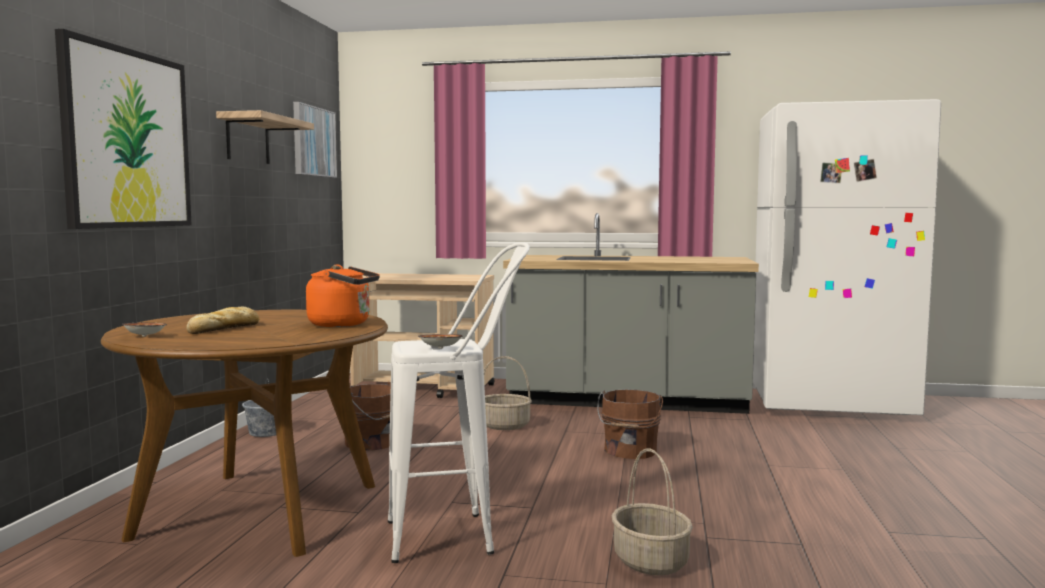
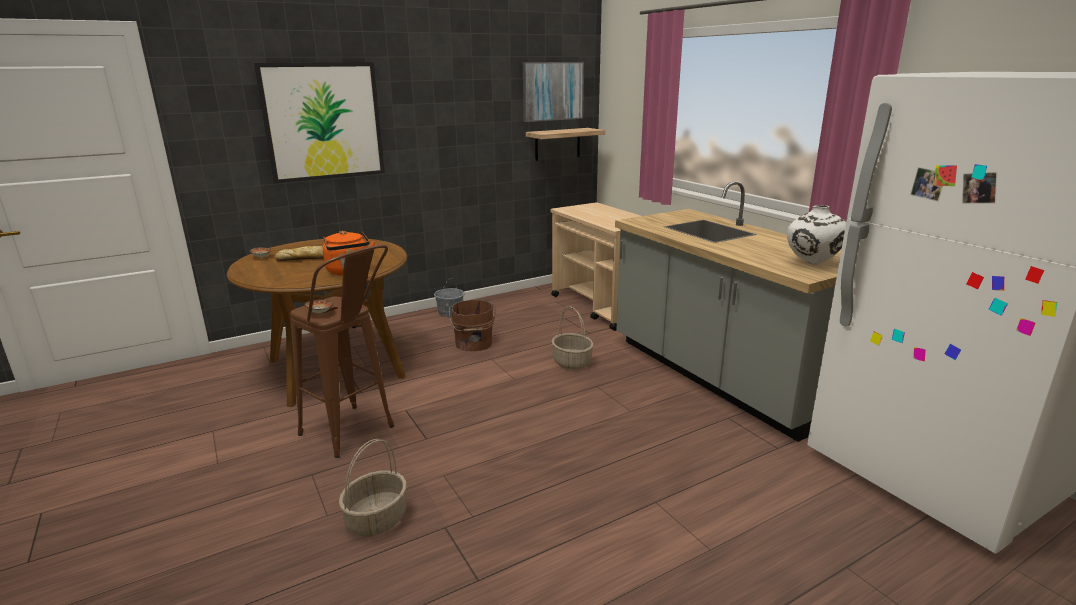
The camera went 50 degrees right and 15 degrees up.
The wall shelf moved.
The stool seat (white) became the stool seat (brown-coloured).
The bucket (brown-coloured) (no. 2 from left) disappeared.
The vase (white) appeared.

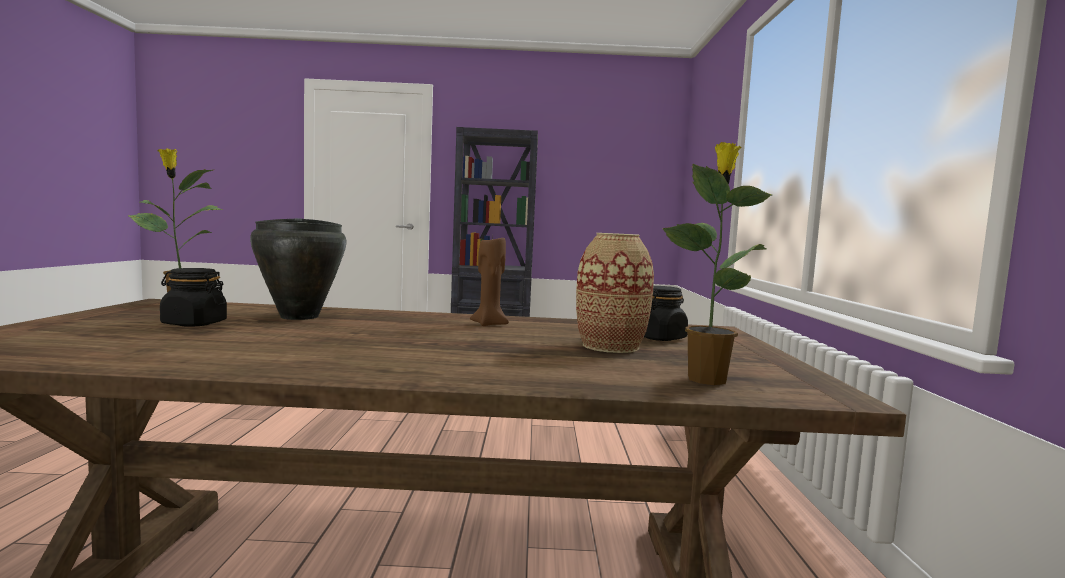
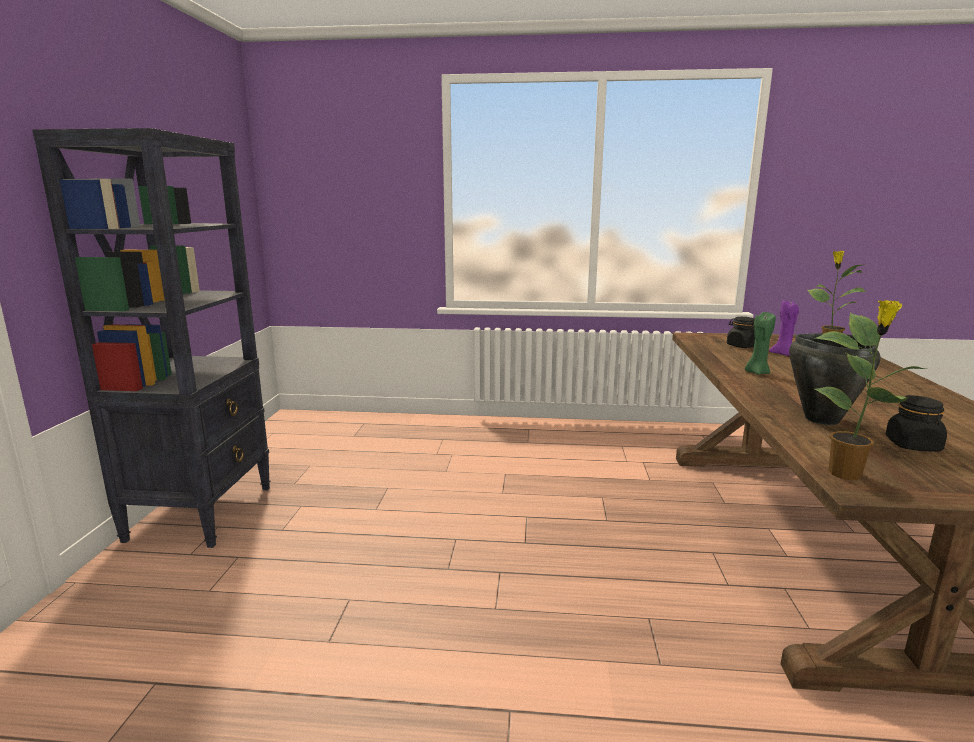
The camera went 85 degrees left and 10 degrees up.
The wax candle (brown-coloured) became the wax candle (green).
The vase was replaced by the wax candle (purple-coloured).

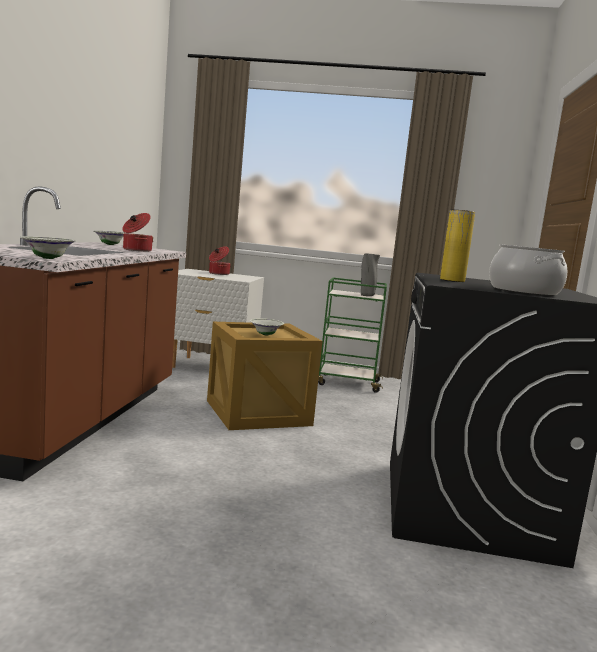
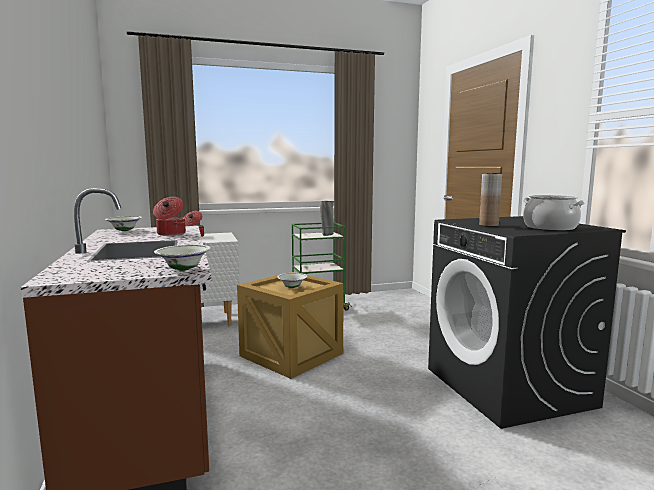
The camera went 25 degrees left and 0 degrees up.
The vase (yellow-coloured) became the vase (brown-coloured).

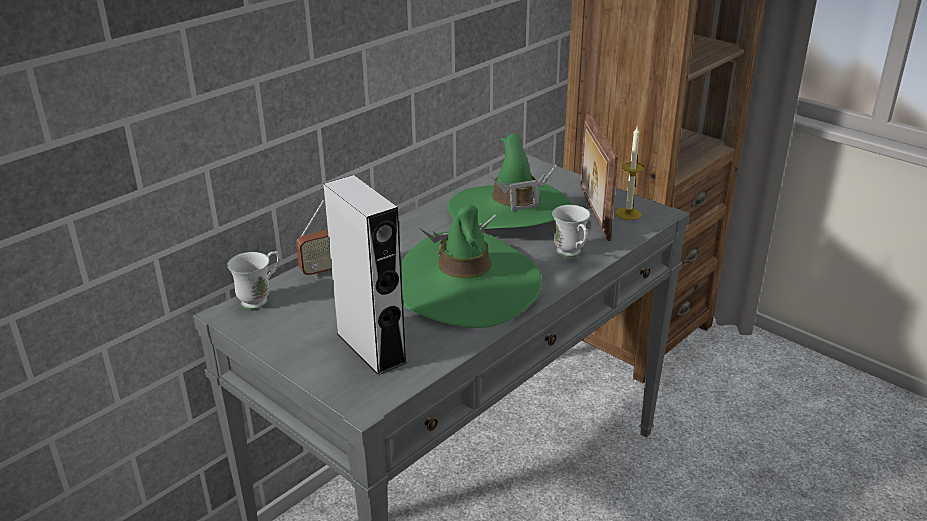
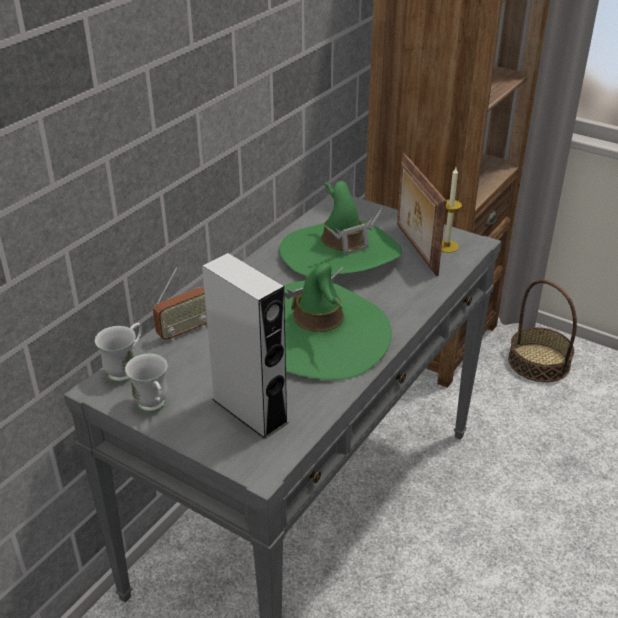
The camera went 10 degrees left and 5 degrees up.
The coffee mug (white) (no. 2 from left) moved.
The storage basket appeared.

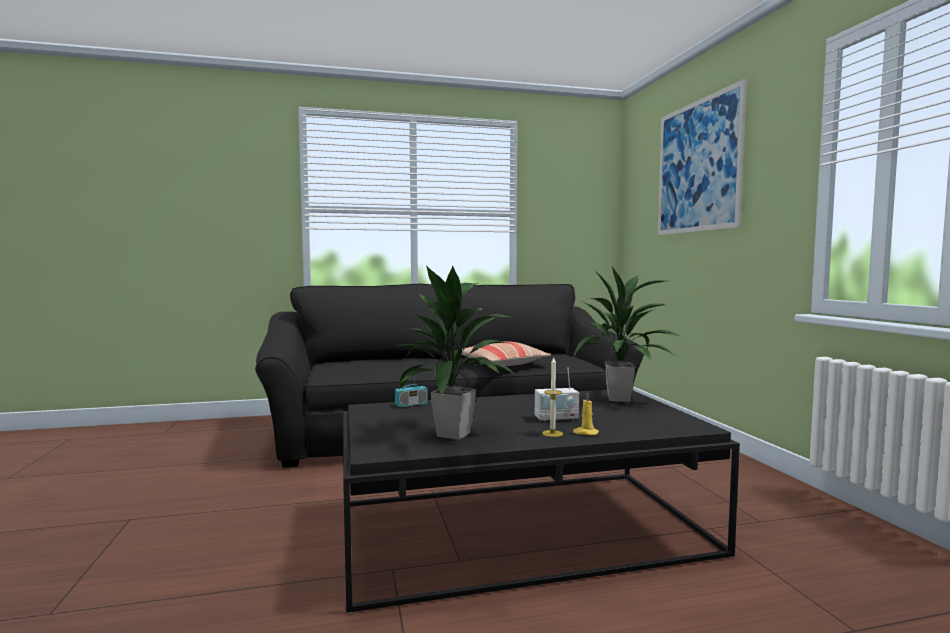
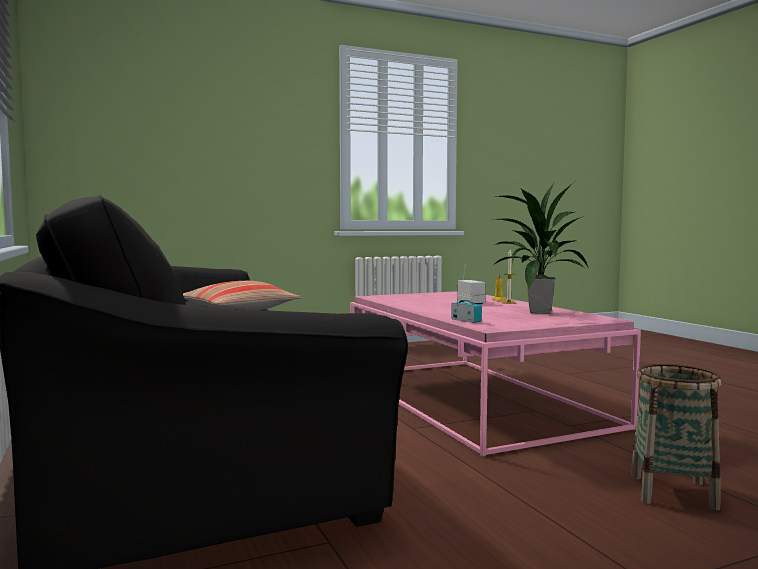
The camera went 100 degrees left and 0 degrees up.
The coffee table (black-coloured) became the coffee table (pink-coloured).
The plant in a pot (no. 2 from left) disappeared.
The wall picture disappeared.
The storage basket appeared.

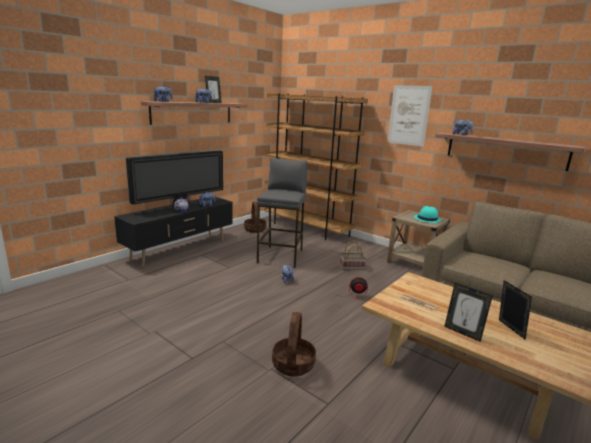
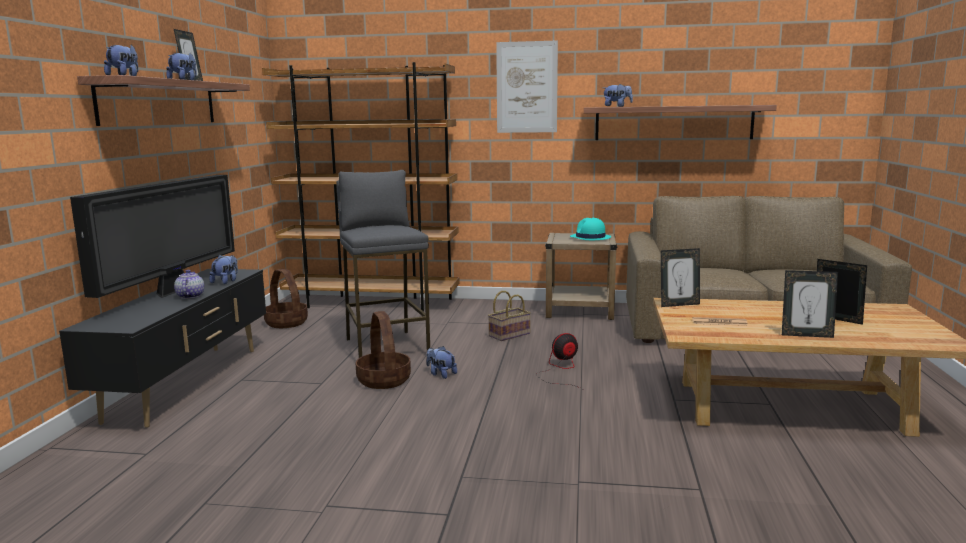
The camera went 30 degrees left and 5 degrees down.
The storage basket (no. 2 from left) moved.
The picture frame (no. 2 from left) appeared.

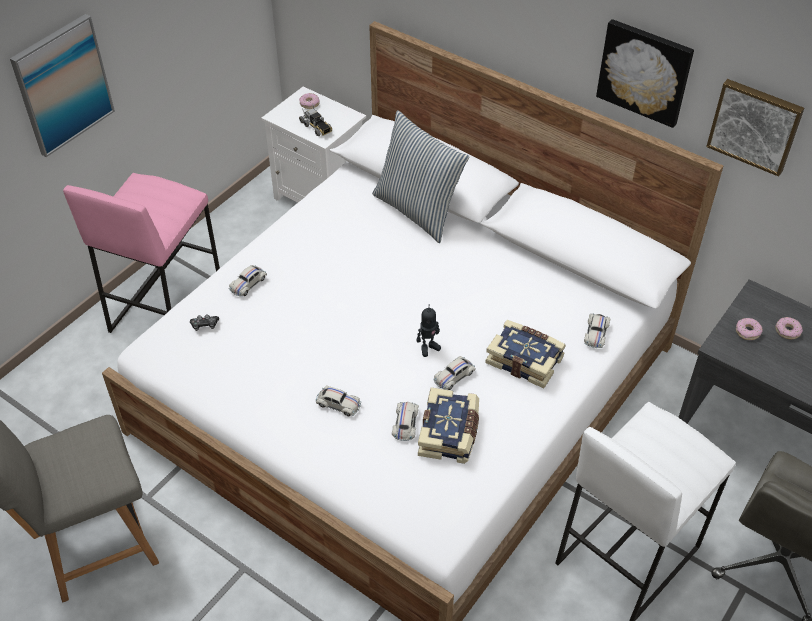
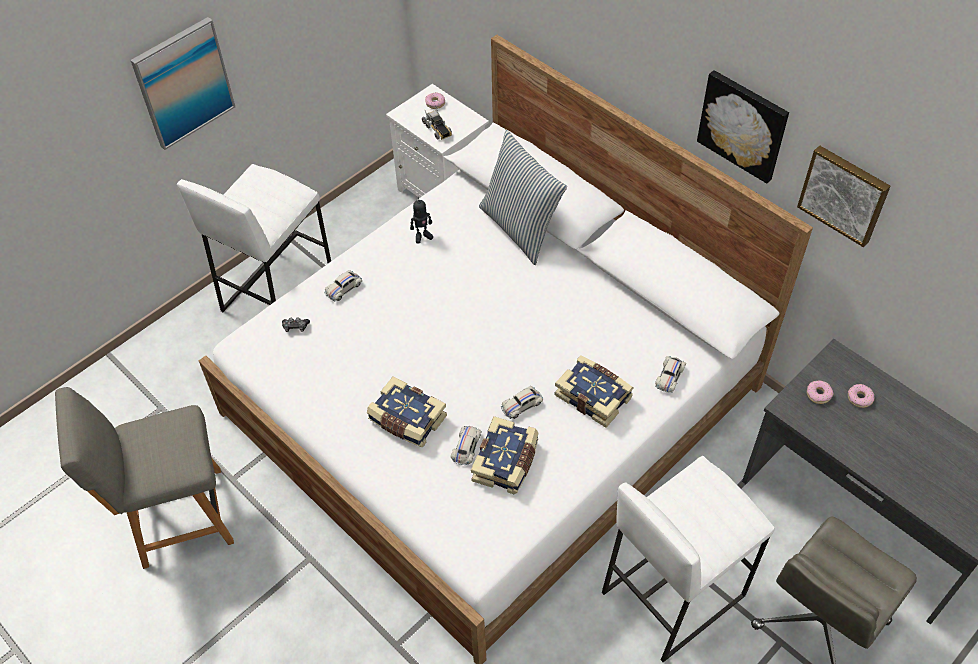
The camera went 10 degrees right and 5 degrees up.
The stool seat (pink-coloured) became the stool seat (white) (no. 1 from left).
The model car (white) (no. 2 from left) was replaced by the volume (no. 1 from left).
The robot figure moved.

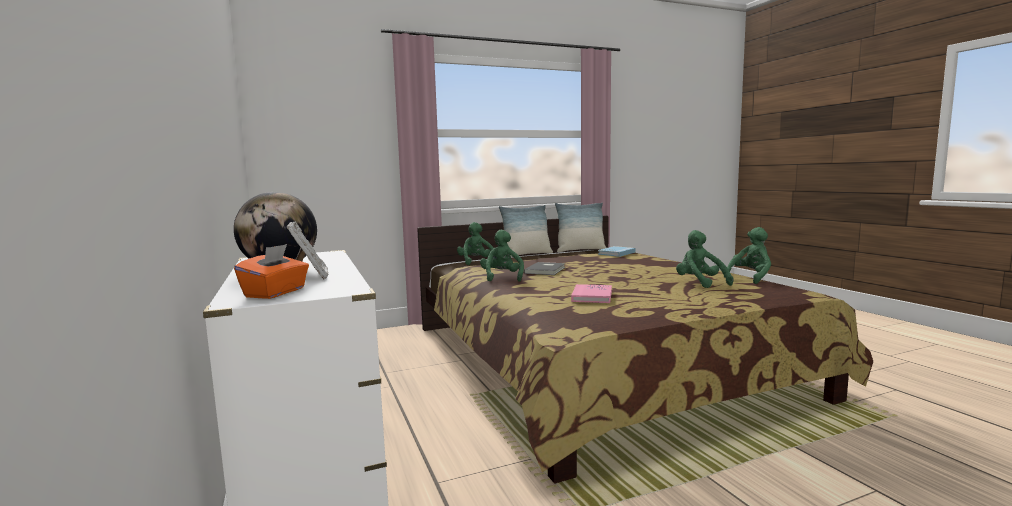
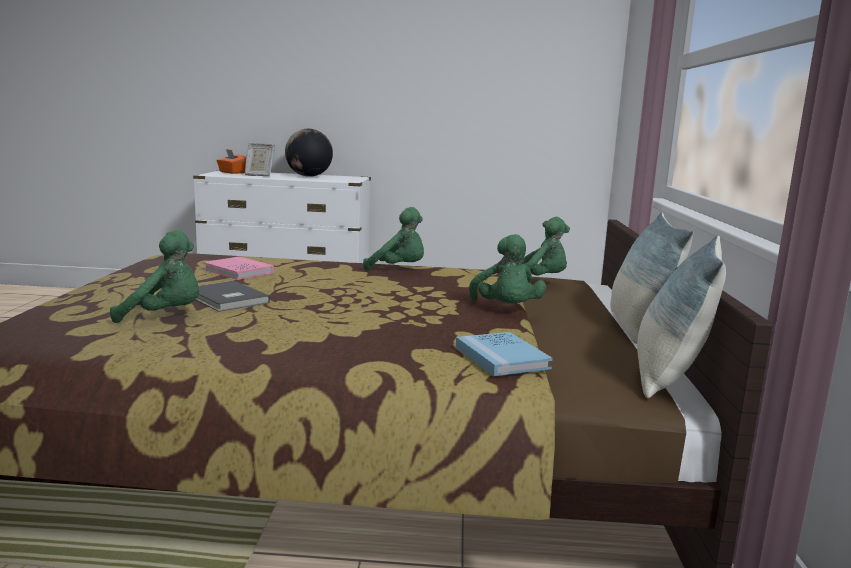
The camera went 115 degrees right and 5 degrees up.
The volume (gray) moved.
The plush toy (green) (no. 4 from left in the first image) moved.

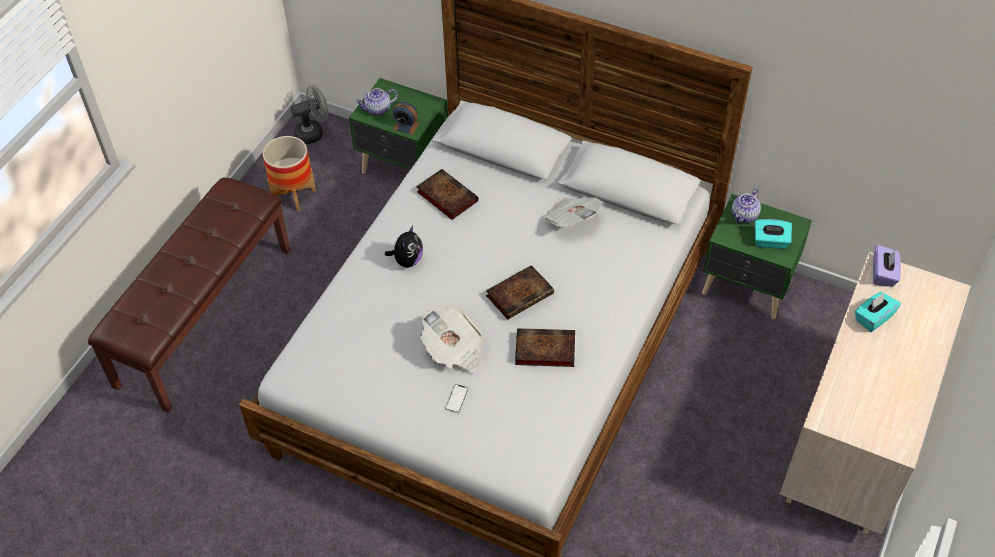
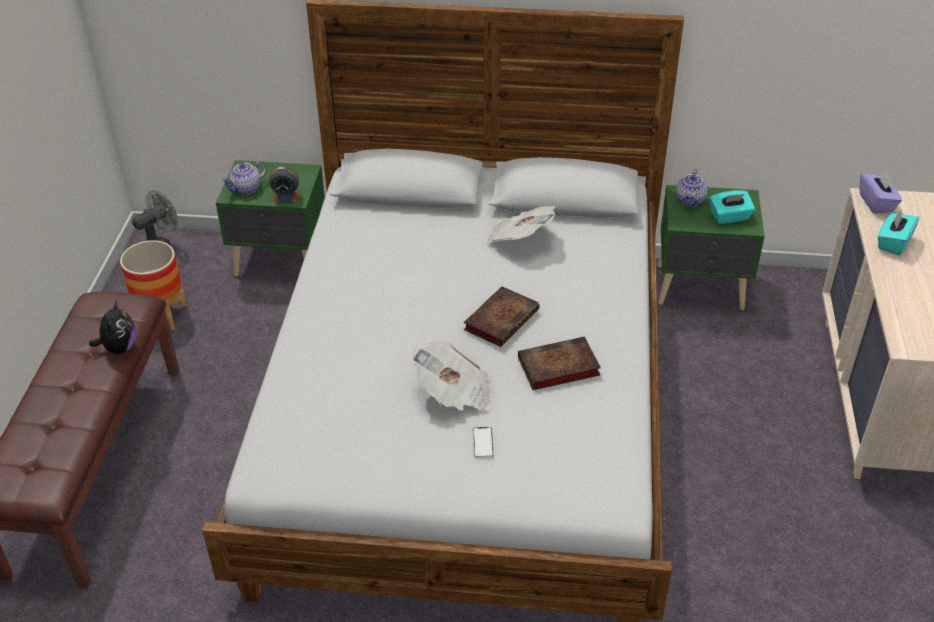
The camera went 20 degrees left and 10 degrees down.
The plush toy moved.
The volume (no. 1 from left) disappeared.

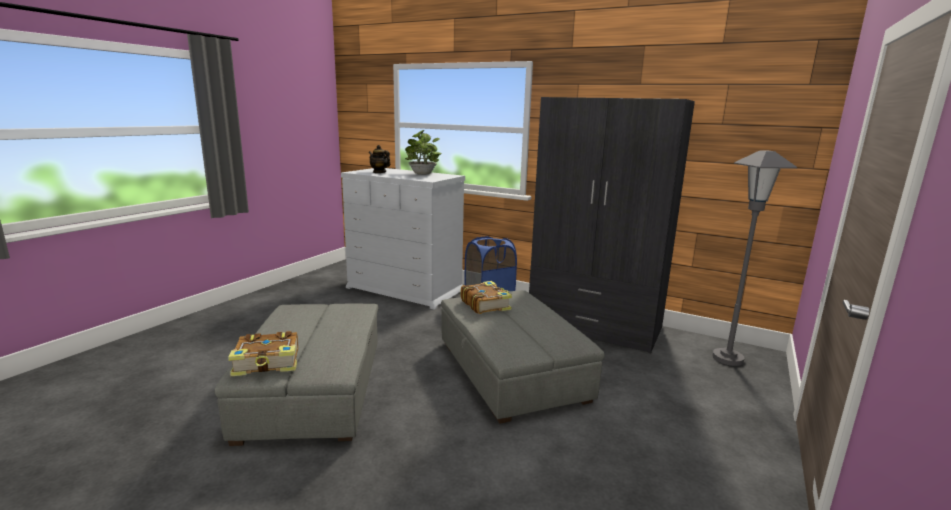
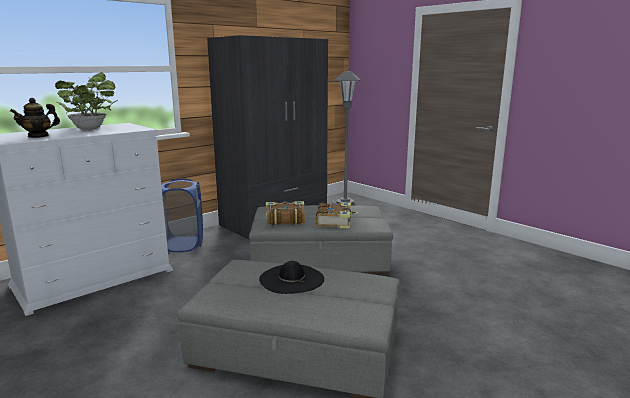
The camera went 70 degrees left and 0 degrees up.
The volume (no. 1 from left in the first image) moved.
The wearable hat (black-coloured) appeared.

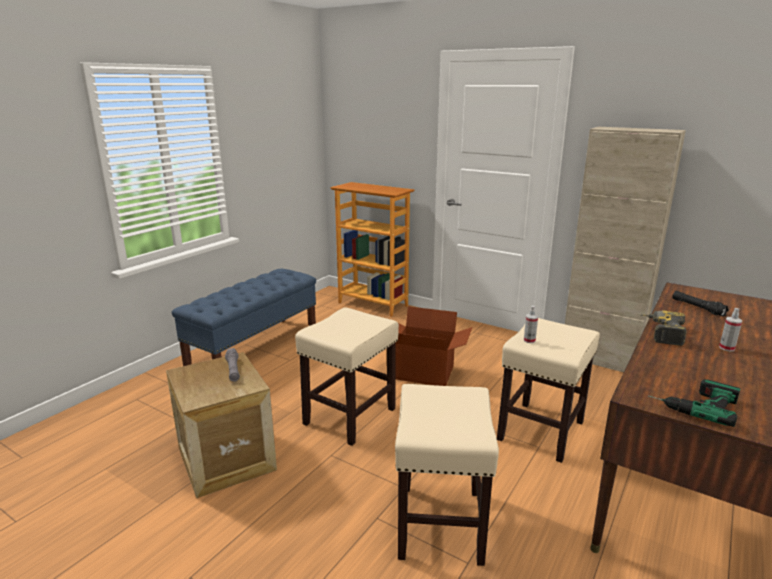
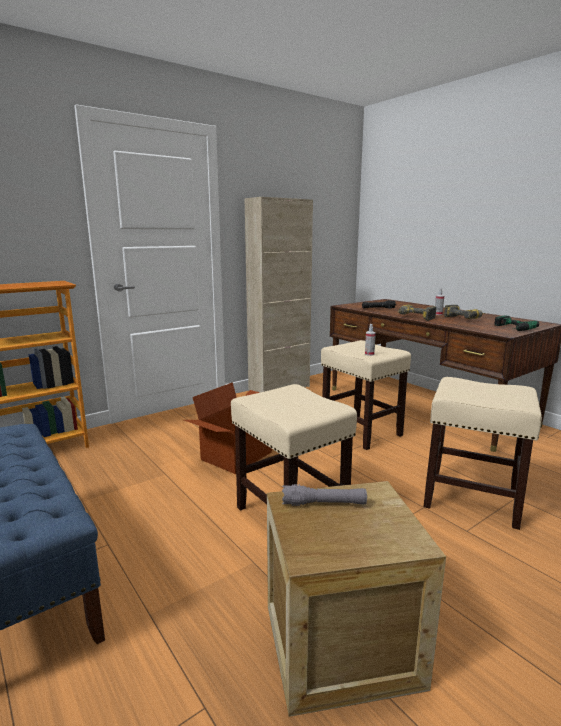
The camera went 70 degrees left and 5 degrees down.
The electric drill (no. 2 from left) appeared.

